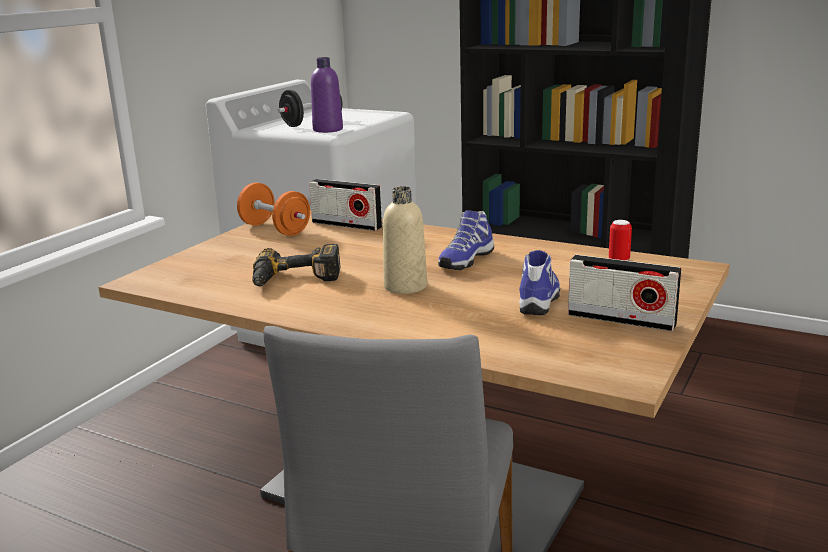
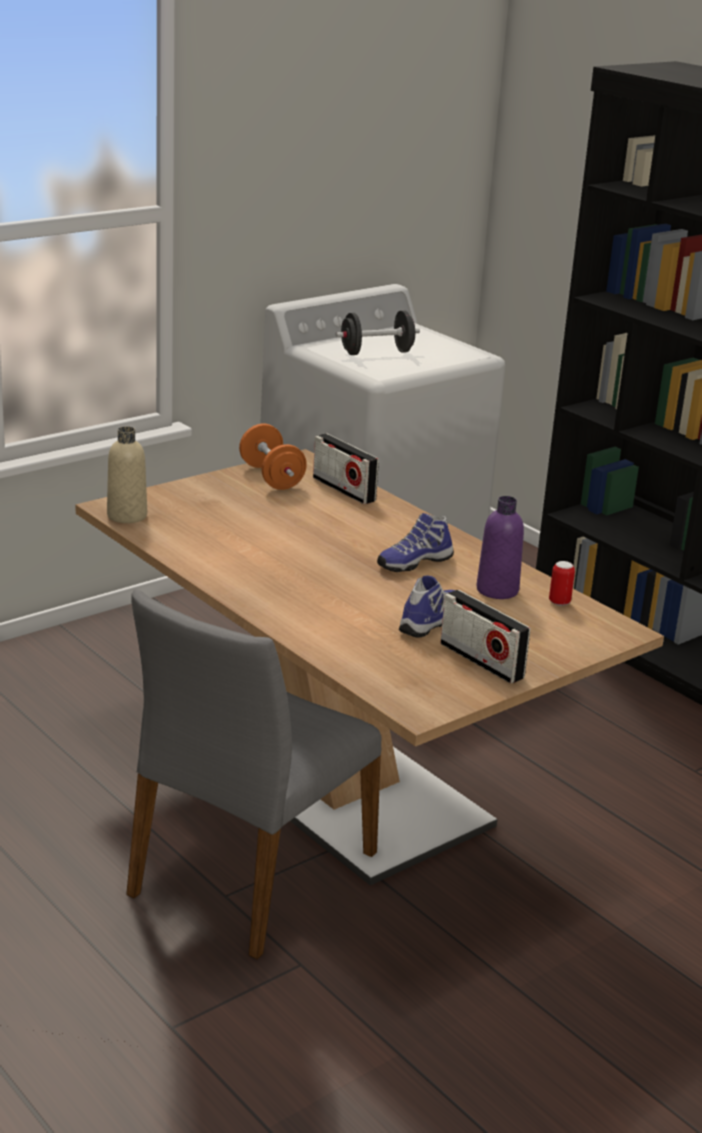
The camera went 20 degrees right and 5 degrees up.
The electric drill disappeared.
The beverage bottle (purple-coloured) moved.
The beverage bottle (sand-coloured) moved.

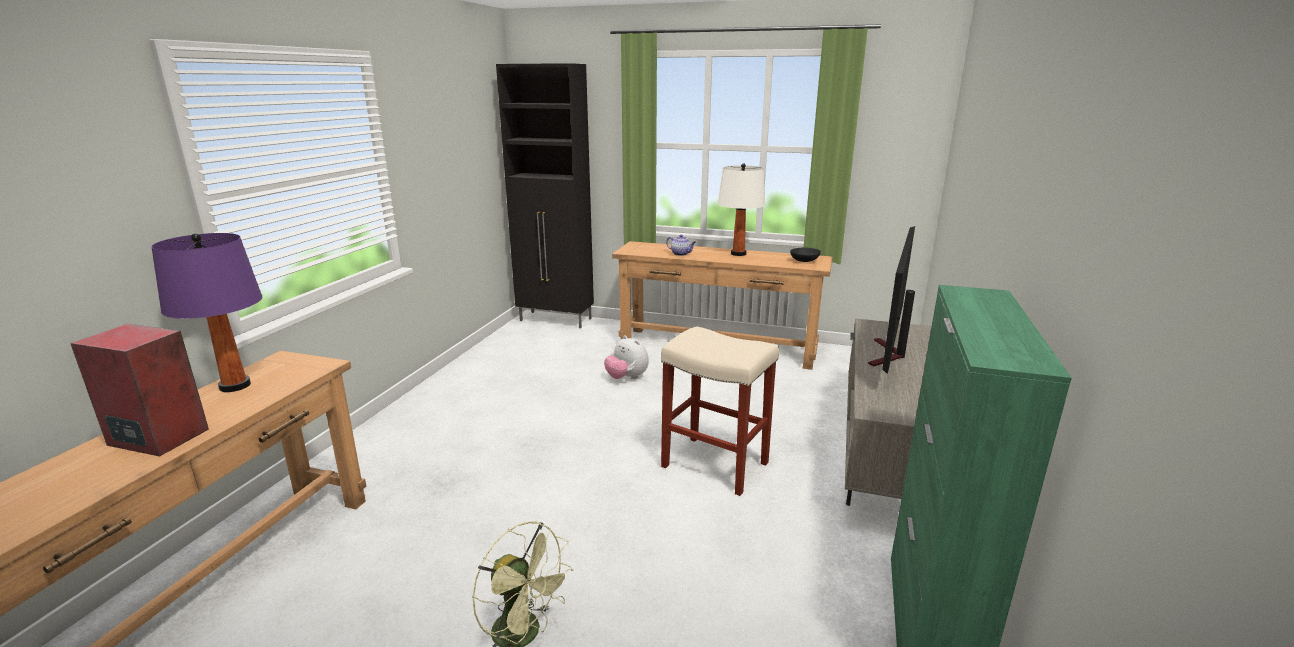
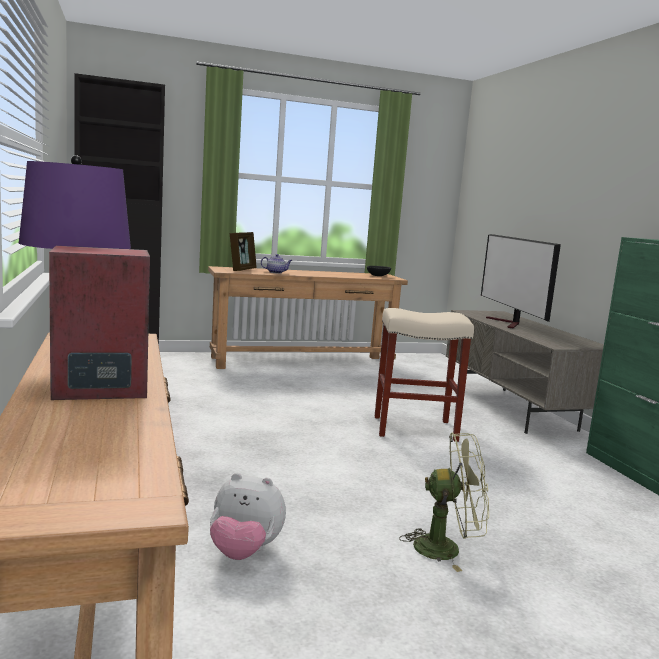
The camera went 35 degrees left and 10 degrees down.
The plush toy moved.
The tabletop lamp (white) disappeared.
The picture frame appeared.

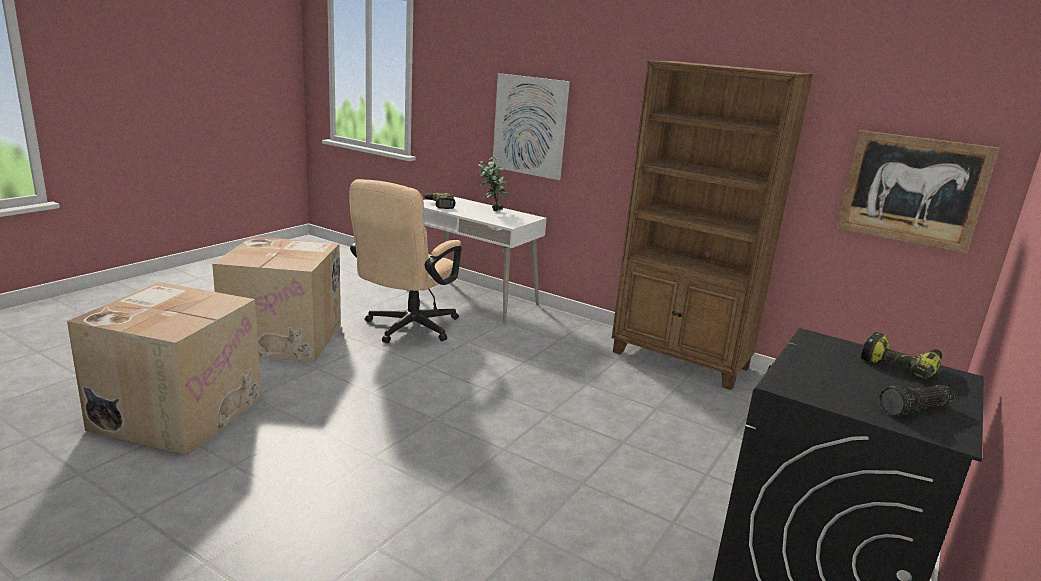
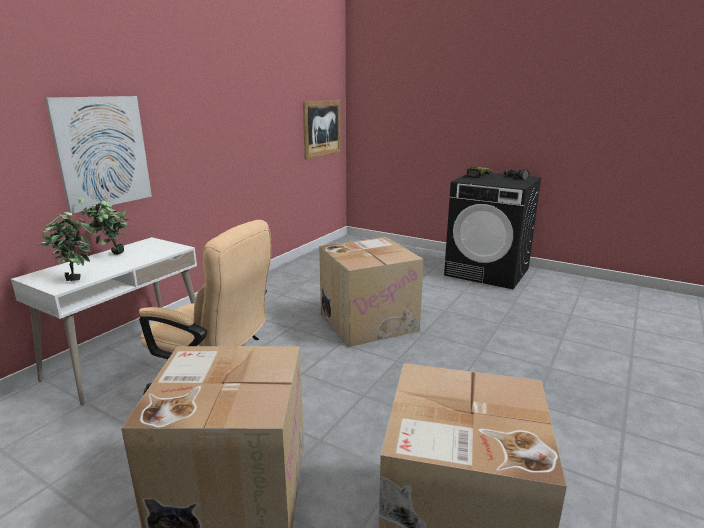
The camera went 90 degrees left and 0 degrees up.
The electric drill (no. 1 from left) was replaced by the plant in a pot (no. 1 from left).
The bookshelf (brown-coloured) disappeared.
The packing box (no. 2 from left) appeared.

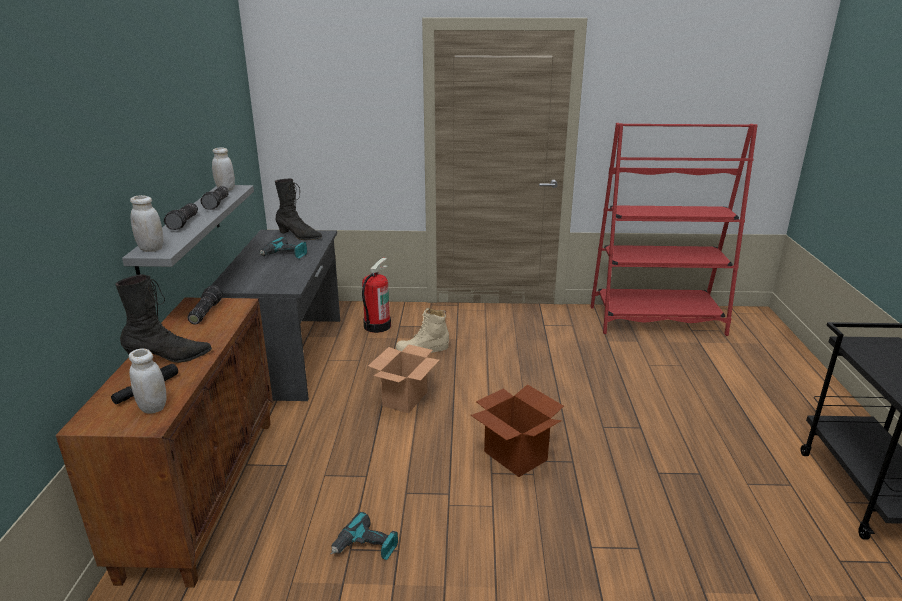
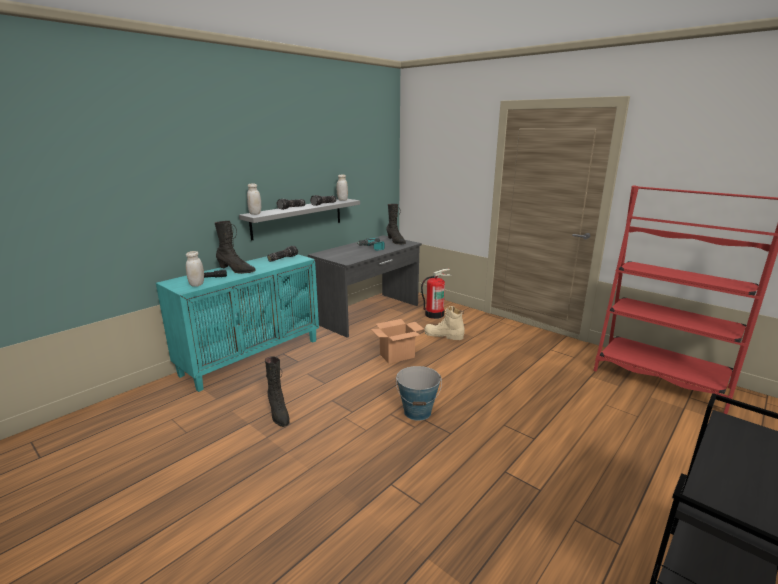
The camera went 40 degrees right and 5 degrees down.
The storage cabinet (brown-coloured) became the storage cabinet (turquoise-coloured).
The electric drill (no. 2 from left) was replaced by the high-top boot (black-coloured) (no. 2 from left).
The packing box (no. 2 from left) was replaced by the bucket.

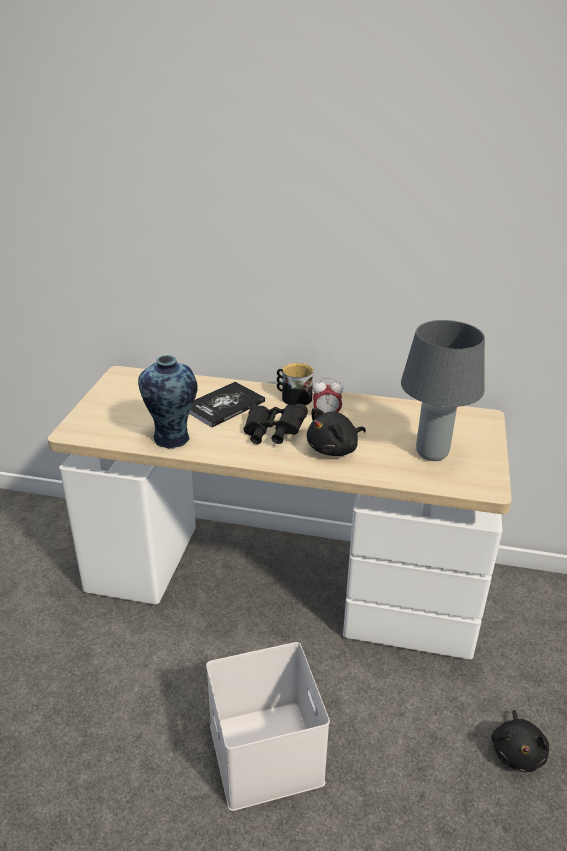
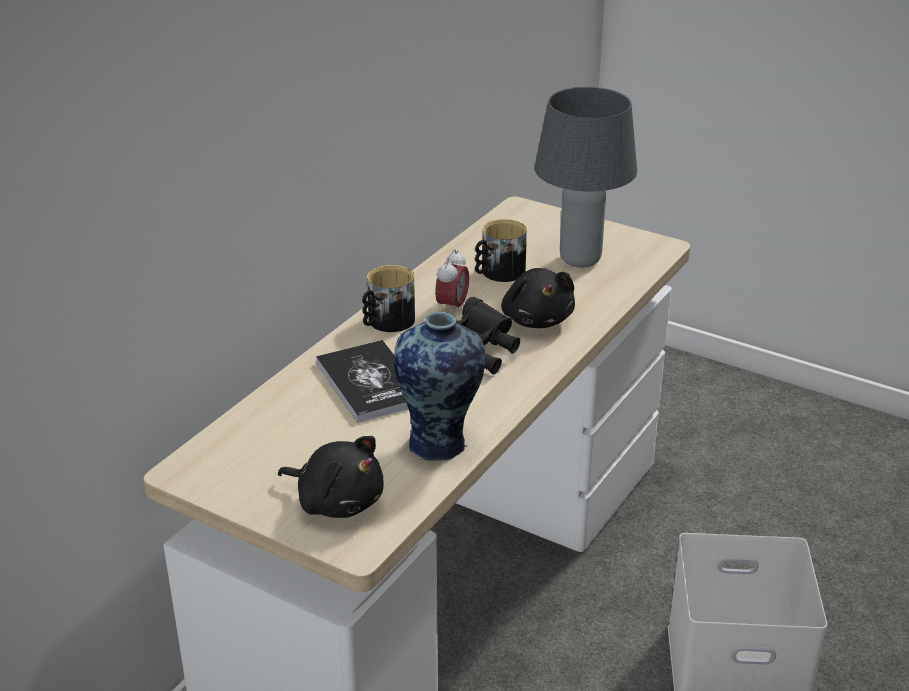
The camera went 70 degrees left and 0 degrees up.
The plush toy (black-coloured) (no. 2 from left in the first image) moved.
The coffee mug (no. 2 from left) appeared.

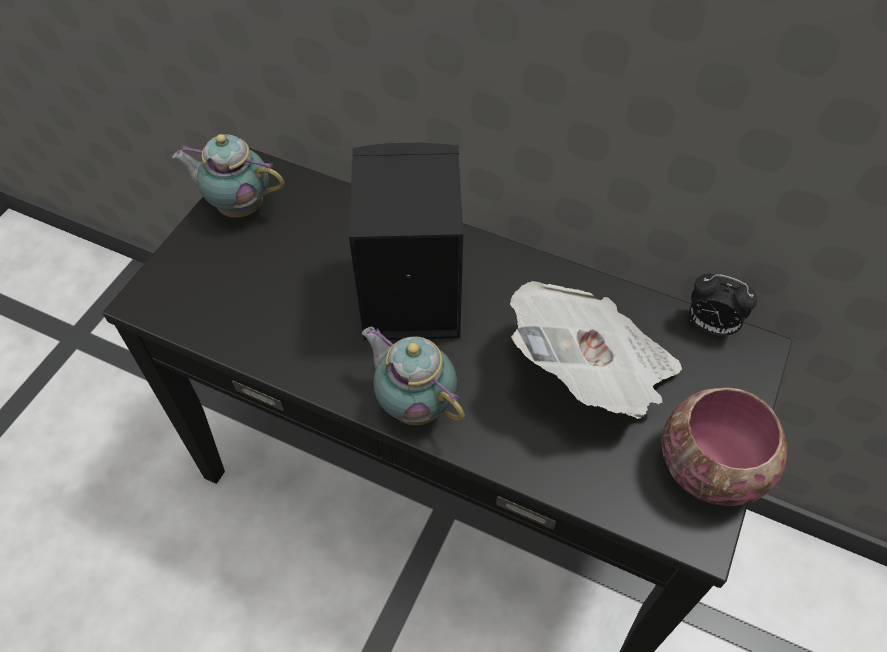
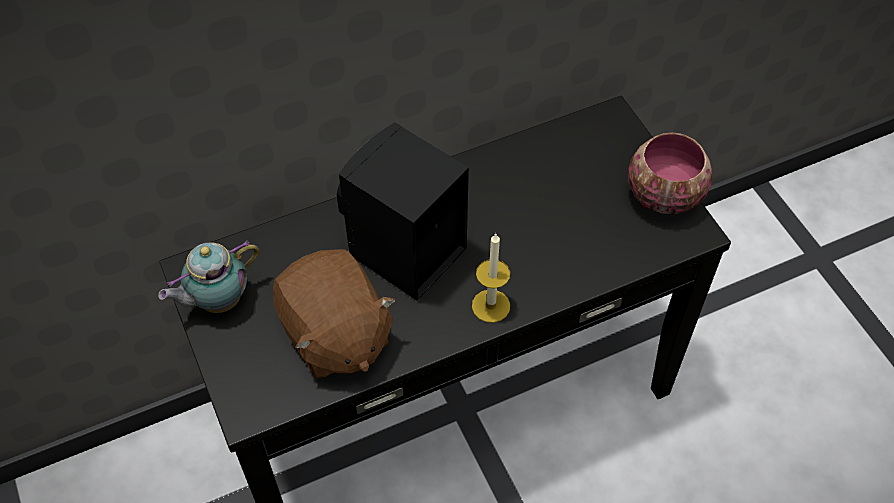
The camera went 50 degrees left and 0 degrees up.
The teapot (no. 2 from left) was replaced by the wax candle.
The newspaper disappeared.
The alarm clock disappeared.
The plush toy (brown-coloured) appeared.

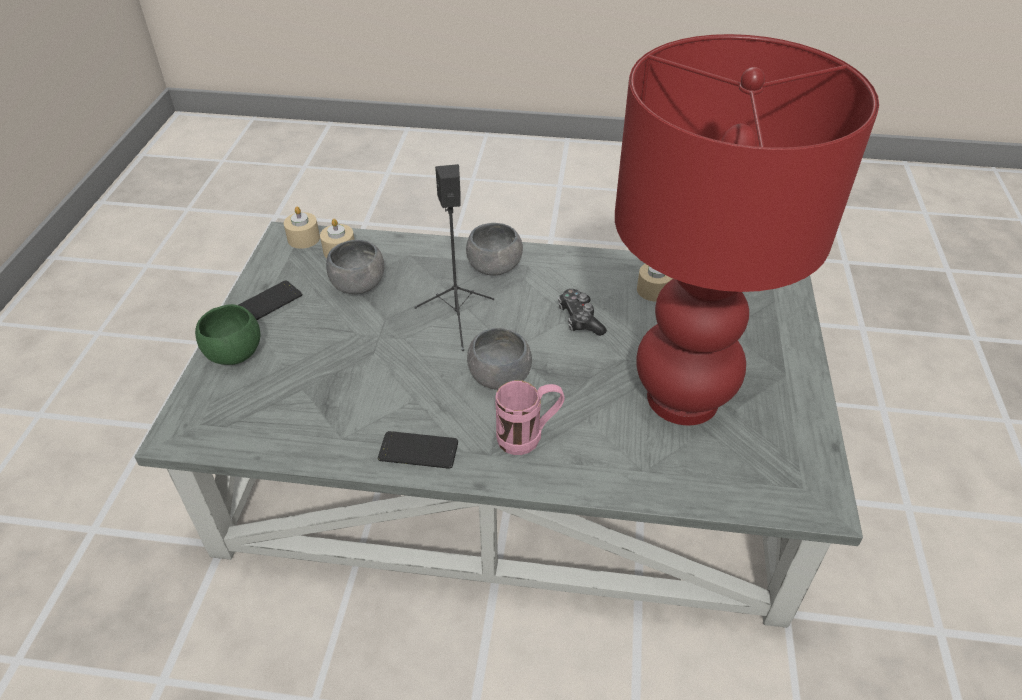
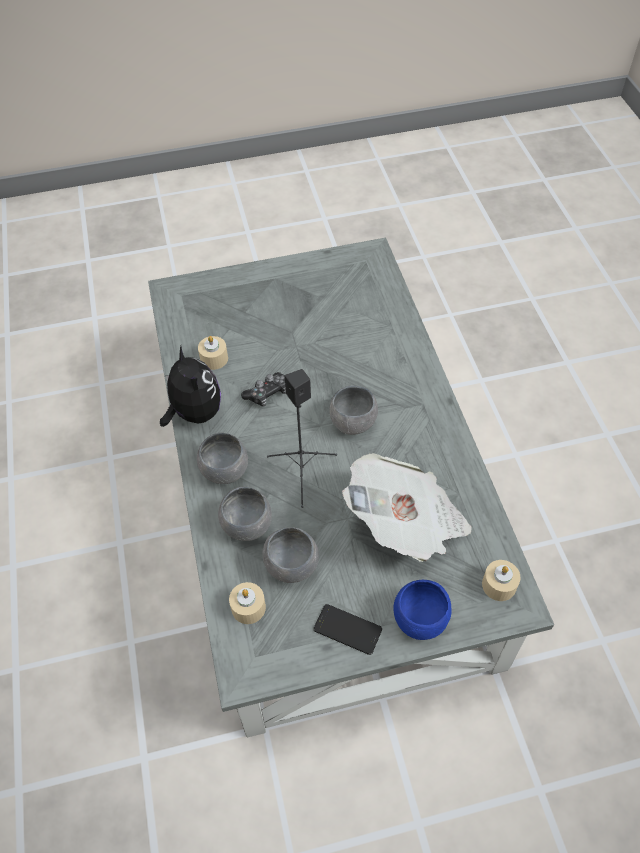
The camera went 110 degrees left and 10 degrees up.
The bowl (green) became the bowl (bluish).
The wax candle (sand-coloured) (no. 1 from left in the first image) moved.
The telephone (no. 2 from left) disappeared.
The coffee mug (pink-coloured) disappeared.
The tabletop lamp (red-coloured) disappeared.
The plush toy appeared.
The bowl (gray) (no. 2 from left) appeared.
The newspaper appeared.

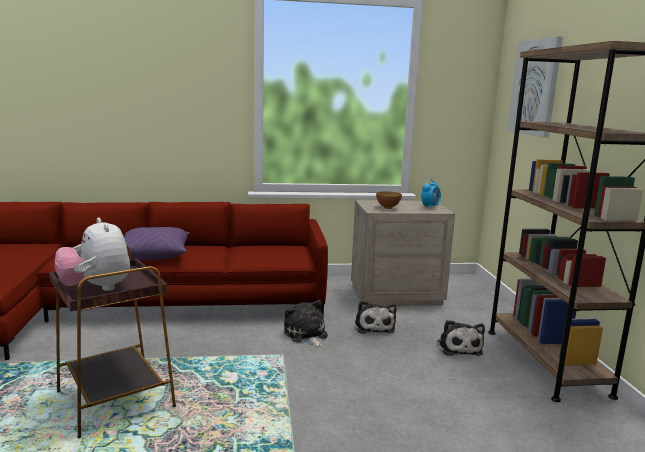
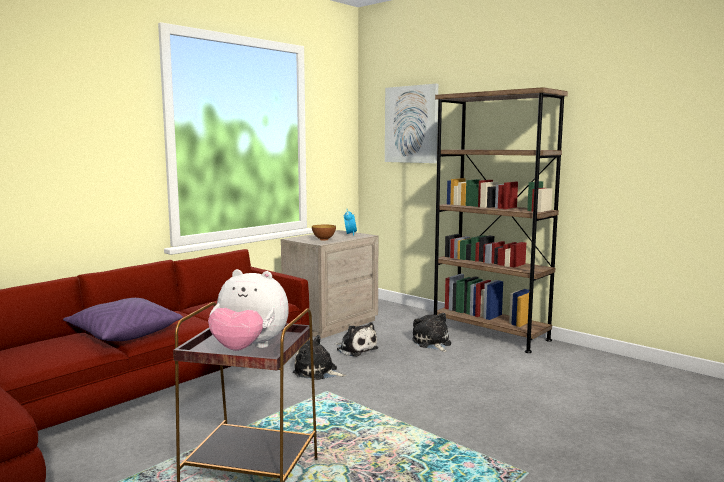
The camera went 40 degrees left and 5 degrees down.
The plush toy (no. 4 from left) turned 150 degrees counterclockwise.

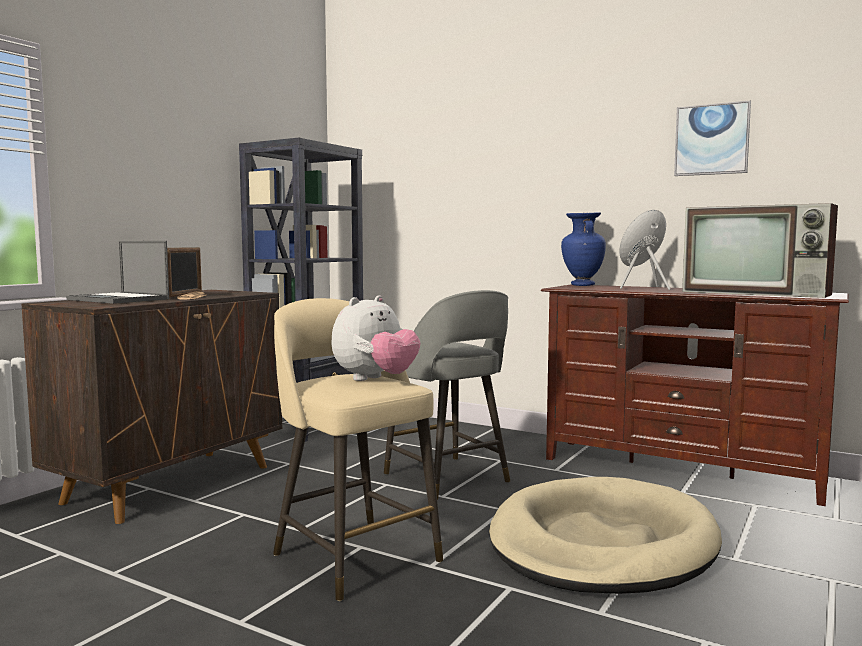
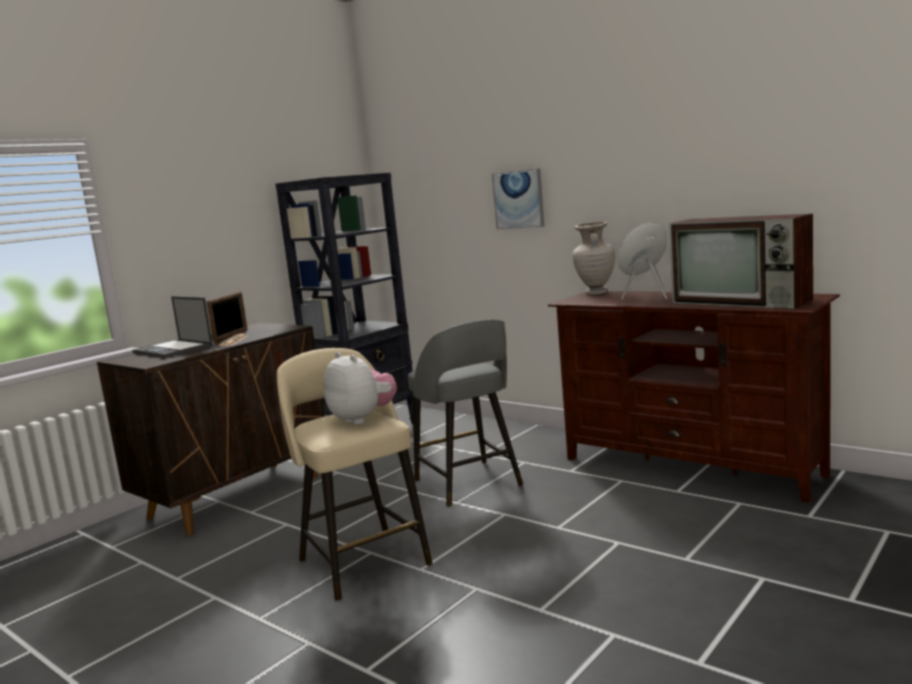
The camera went 10 degrees right and 5 degrees up.
The plush toy turned 90 degrees counterclockwise.
The pet bed (sand-coloured) disappeared.
The vase (bluish) became the vase (sand-coloured).
The wall picture moved.

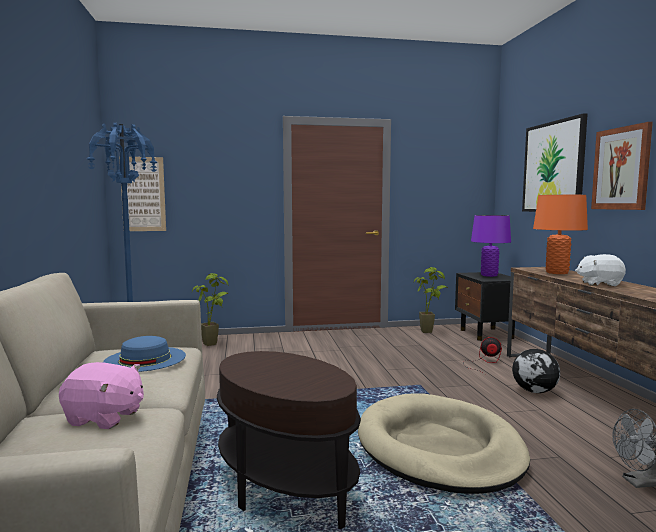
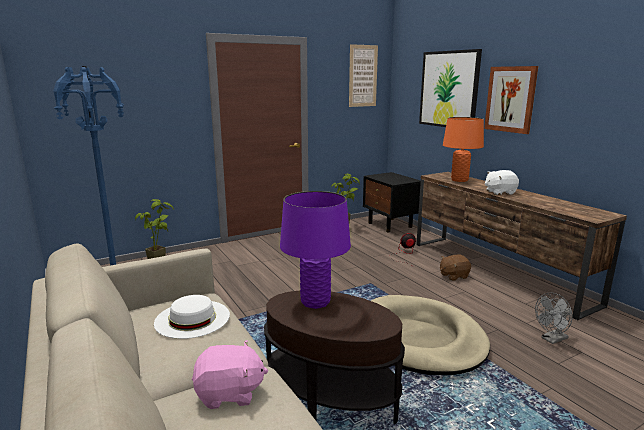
The camera went 20 degrees left and 10 degrees up.
The wearable hat (bluish) became the wearable hat (white).
The wall picture (no. 1 from left) moved.
The tabletop lamp (purple-coloured) moved.
The desk globe was replaced by the plush toy (brown-coloured).

